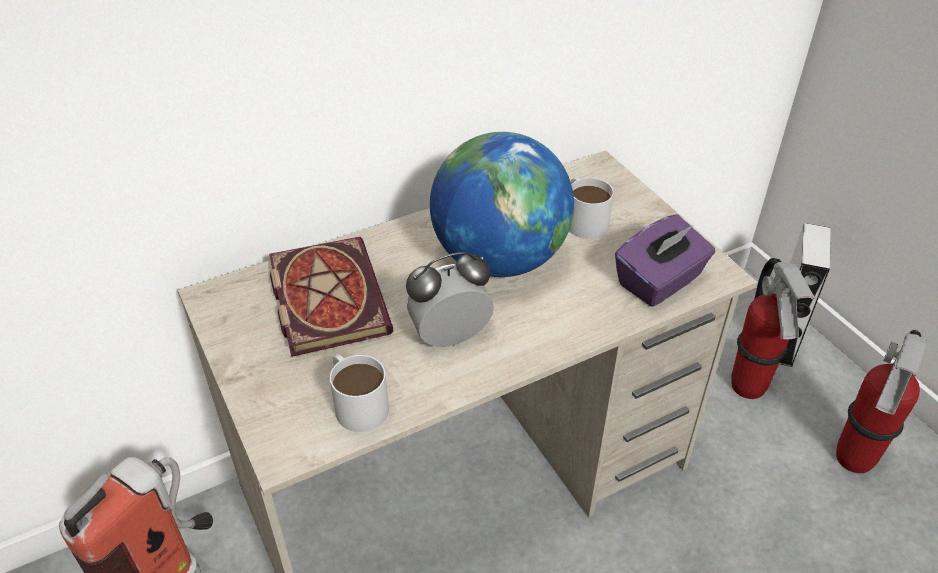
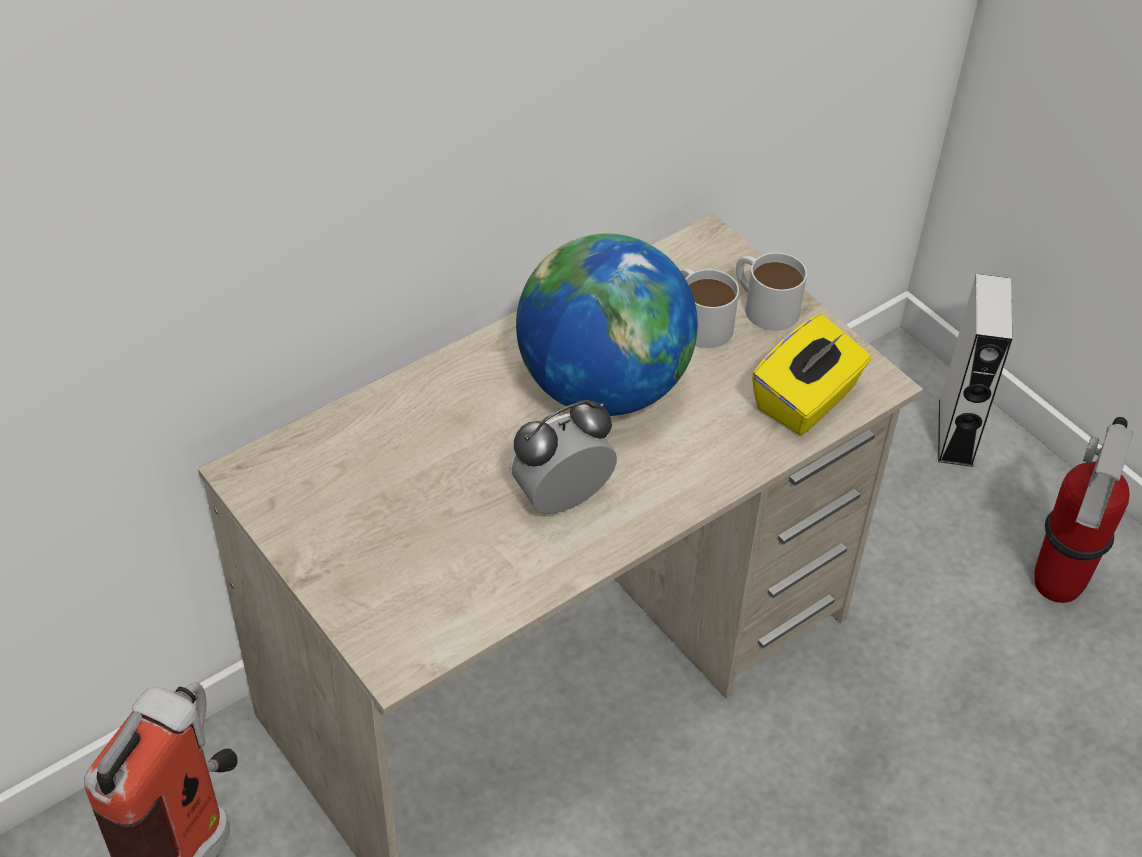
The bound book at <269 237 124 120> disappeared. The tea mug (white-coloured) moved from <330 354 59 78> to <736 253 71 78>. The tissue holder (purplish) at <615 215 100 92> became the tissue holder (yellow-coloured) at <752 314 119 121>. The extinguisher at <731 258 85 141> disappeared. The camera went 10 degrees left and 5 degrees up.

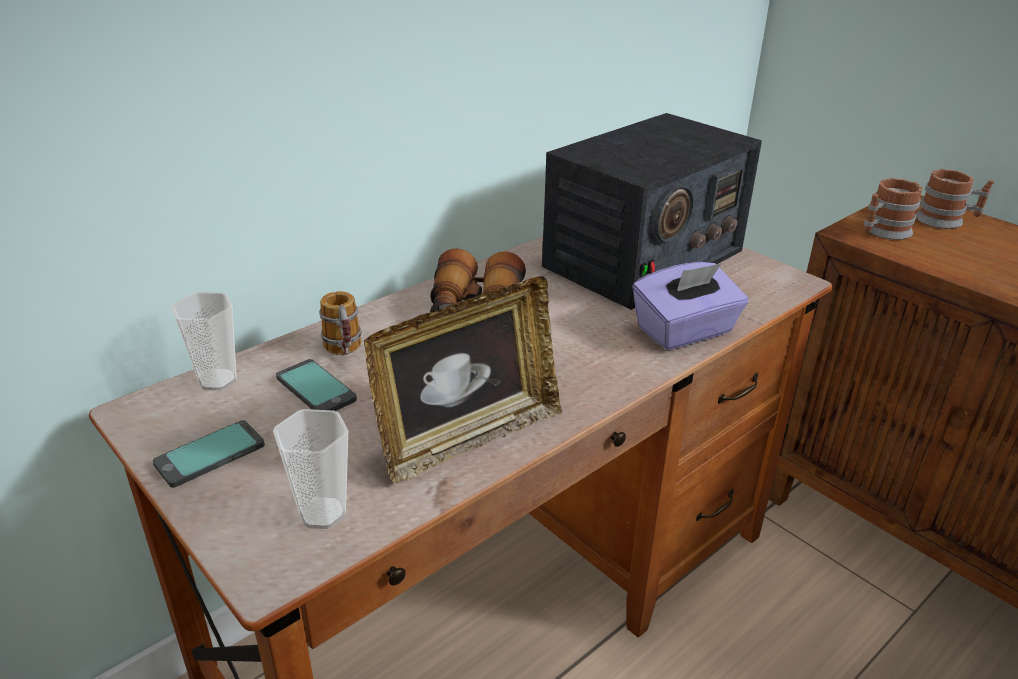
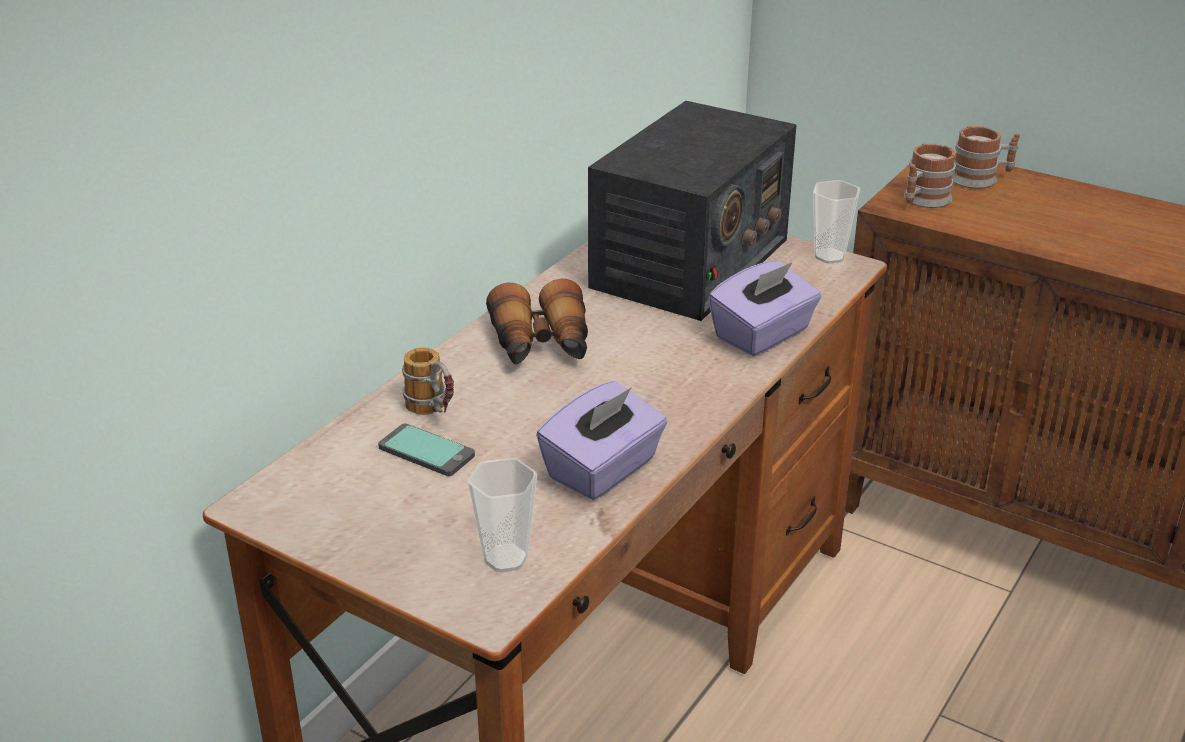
The telephone at <153 420 112 68> disappeared. The small cup moved from <171 292 66 98> to <813 180 47 83>. The picture frame at <364 276 198 207> was replaced by the tissue holder (purplish) at <536 381 131 119>. The camera went 15 degrees left and 0 degrees up.

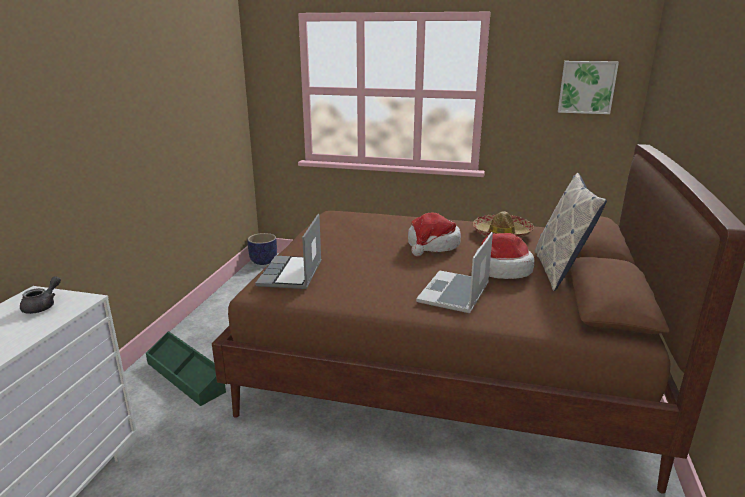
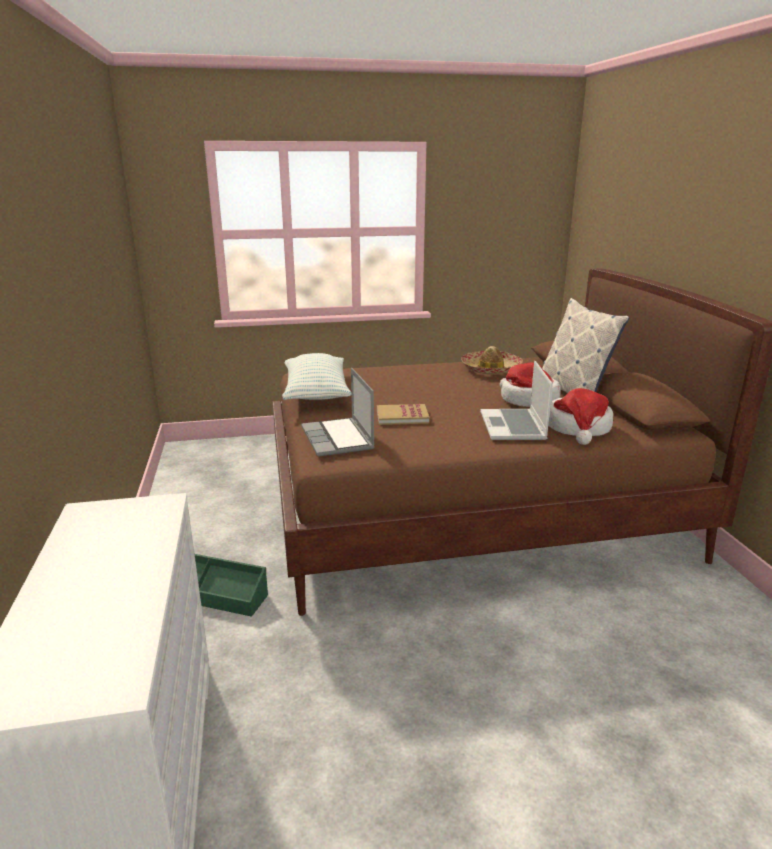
The pot for tea (greyish) at <20 276 41 38> disappeared. The plant pot at <247 233 30 32> disappeared. The clothing hat moved from <408 212 53 44> to <548 388 65 57>. The wall art at <558 61 61 53> disappeared. The cushion at <282 353 69 47> appeared. The bound book at <377 404 53 21> appeared. The camera went 25 degrees left and 0 degrees up.

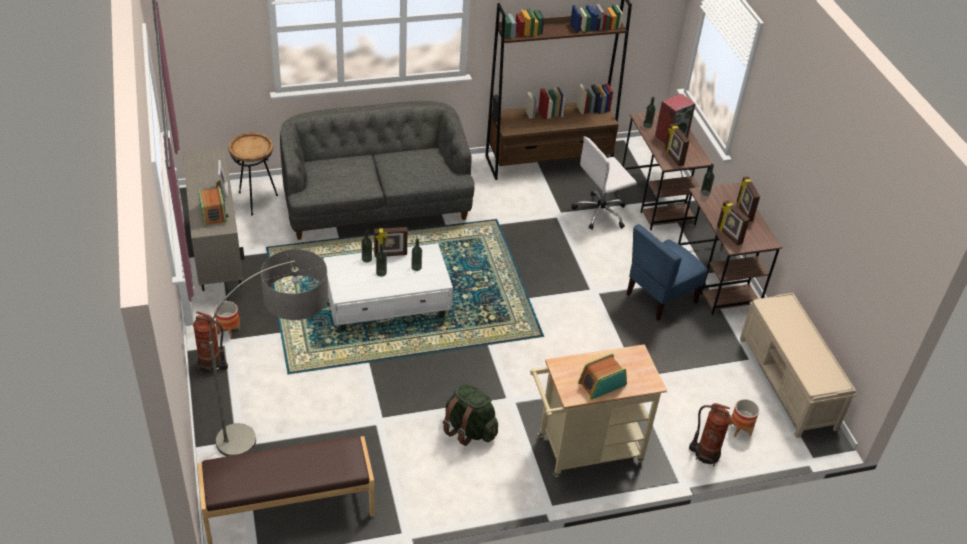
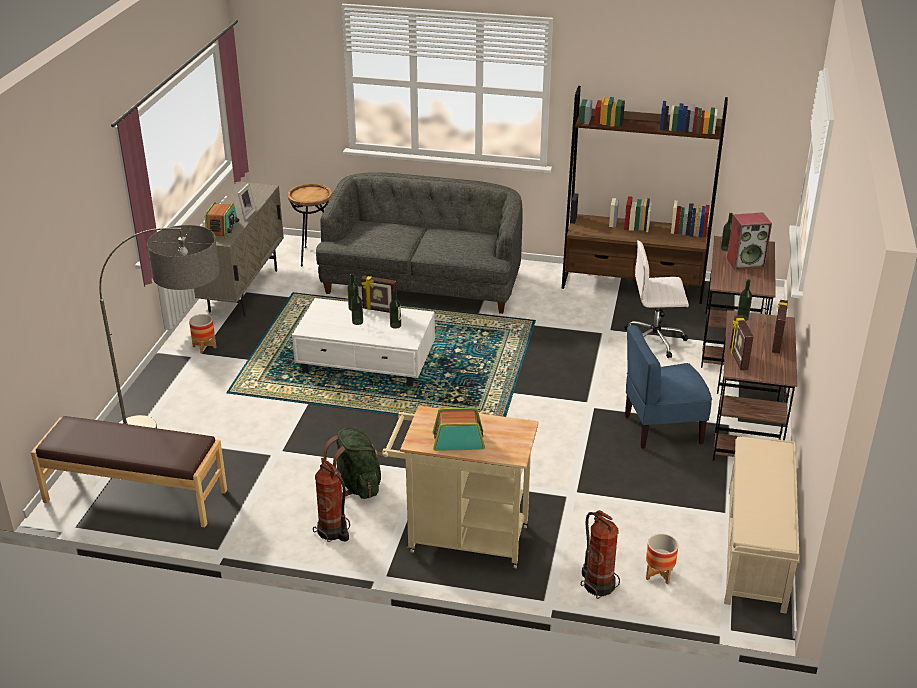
The extinguisher moved from <193 311 35 63> to <313 458 37 84>. The picture frame at <665 124 24 42> disappeared. The camera went 30 degrees right and 10 degrees down.

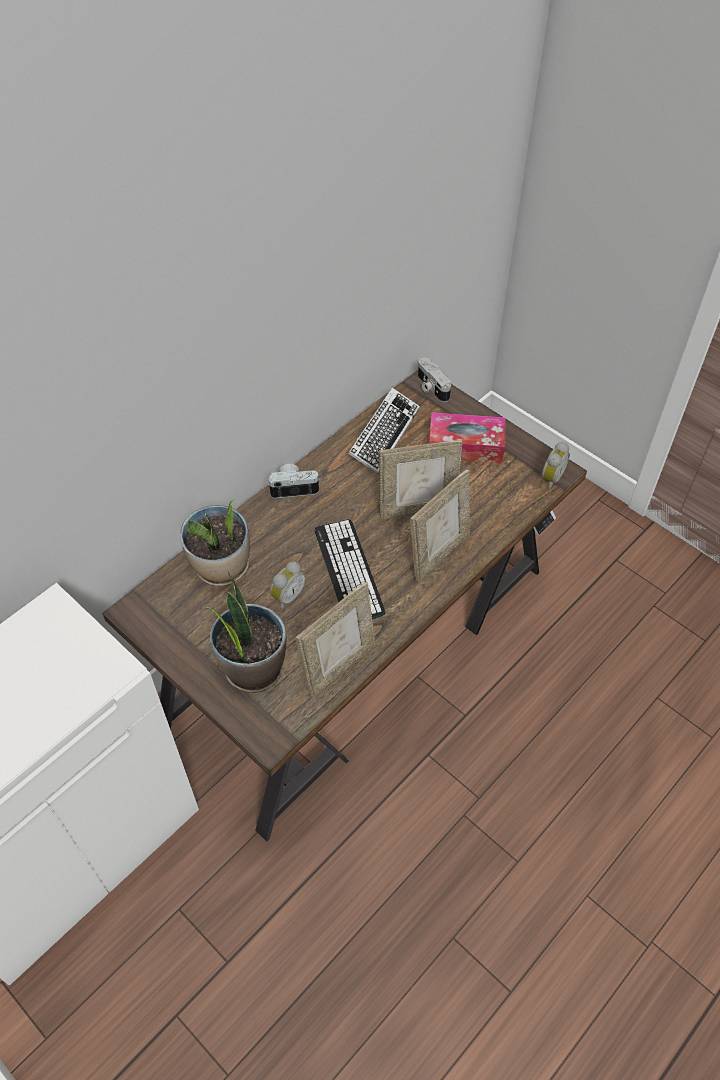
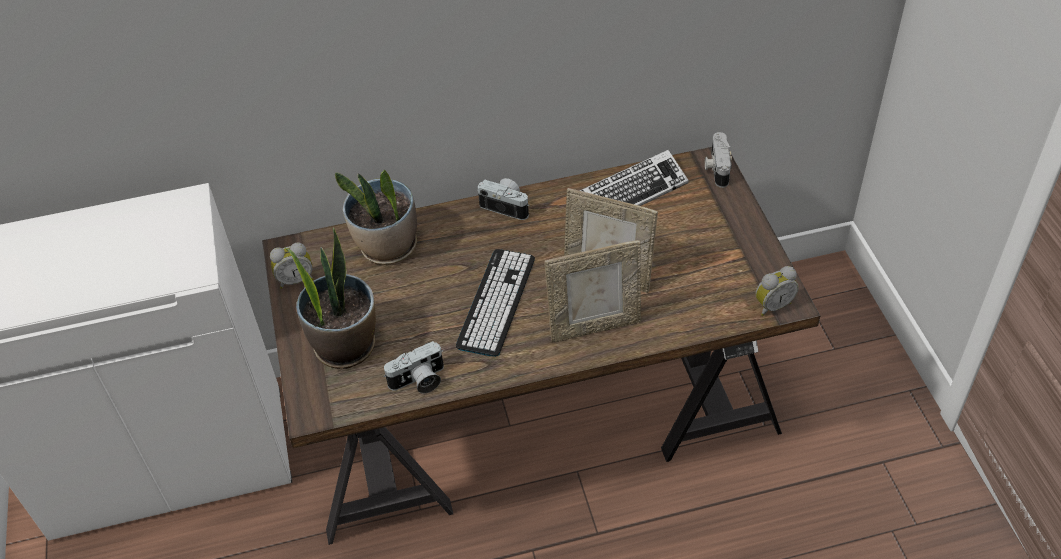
The alarm clock moved from <270 561 36 49> to <270 242 43 47>. The picture frame at <296 582 79 117> was replaced by the photo camera at <384 341 60 53>. The tissue holder at <429 412 76 52> disappeared. The camera went 35 degrees right and 5 degrees down.

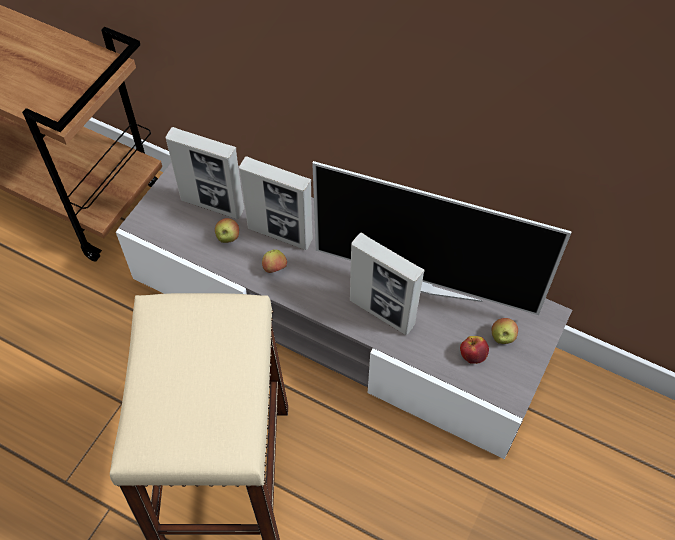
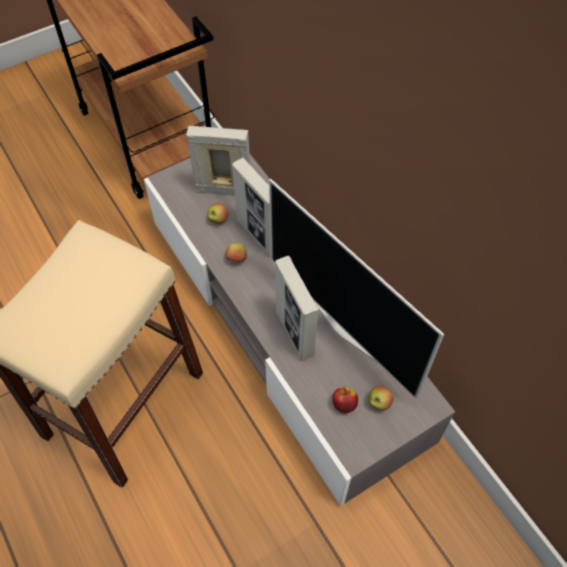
The picture frame at <166 127 78 92> turned 135 degrees clockwise. The camera went 30 degrees right and 0 degrees up.

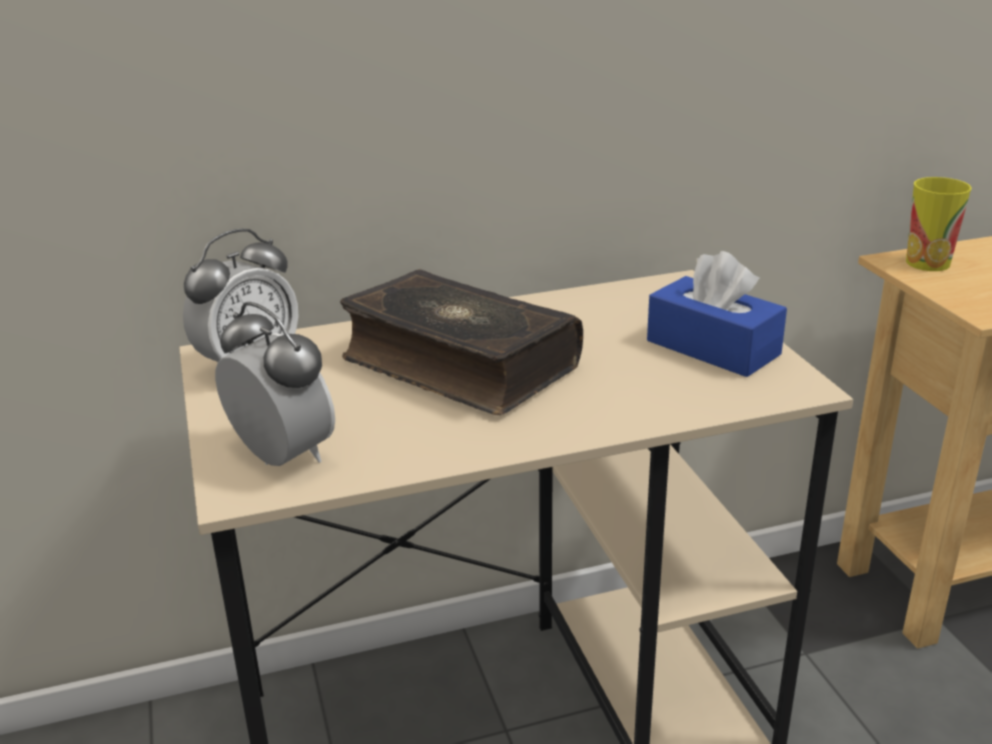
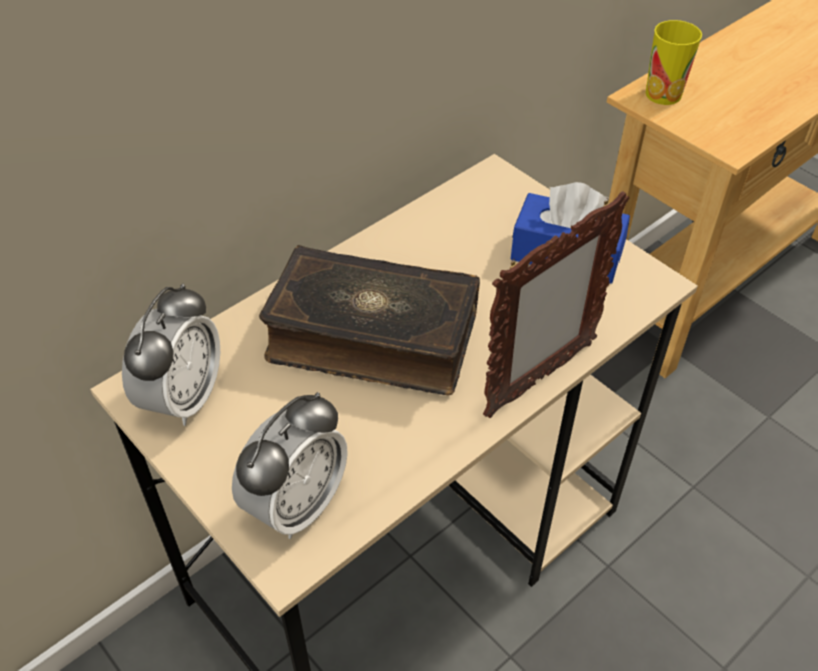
The alarm clock at <215 302 120 164> turned 105 degrees clockwise. The picture frame at <483 191 146 227> appeared. The camera went 25 degrees left and 20 degrees up.

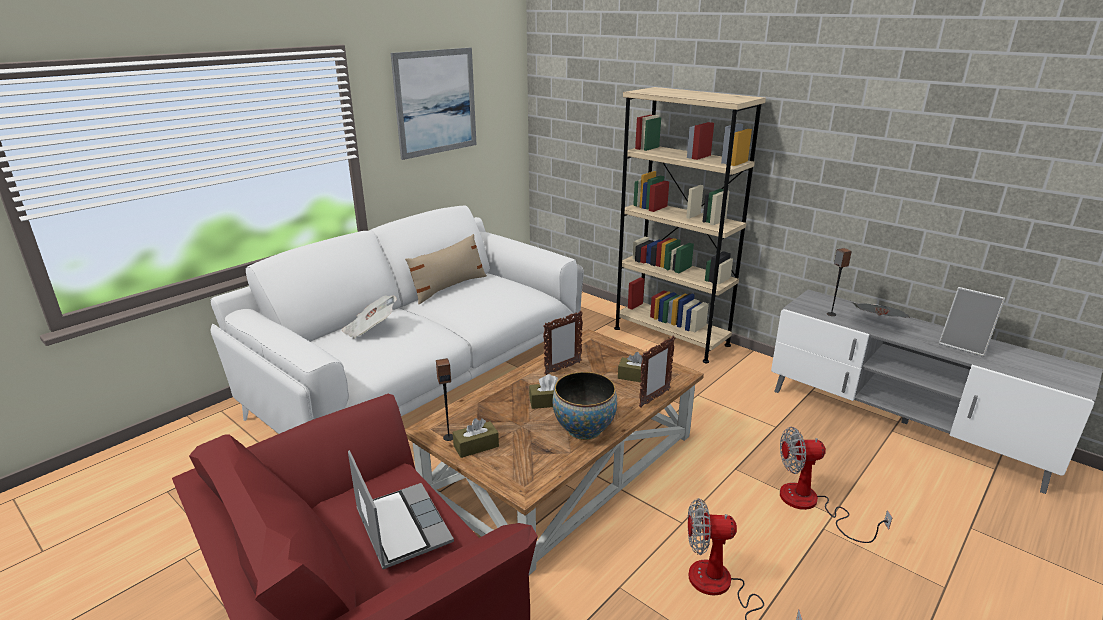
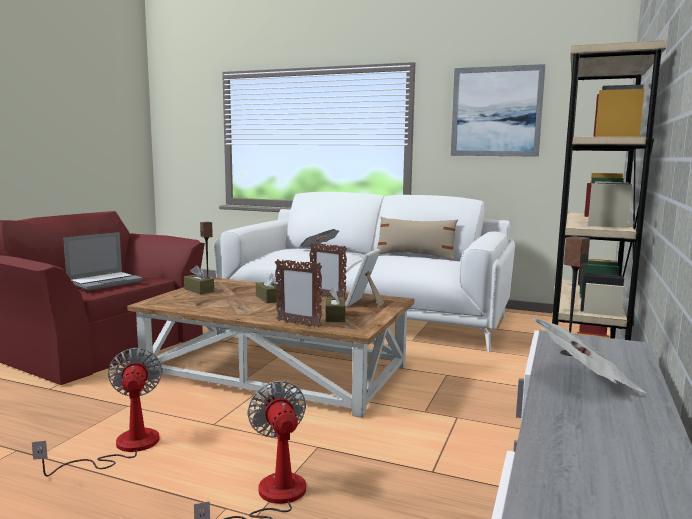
The bowl at <552 372 65 68> disappeared. The picture frame moved from <939 287 66 70> to <345 249 39 58>. The camera went 70 degrees right and 15 degrees down.

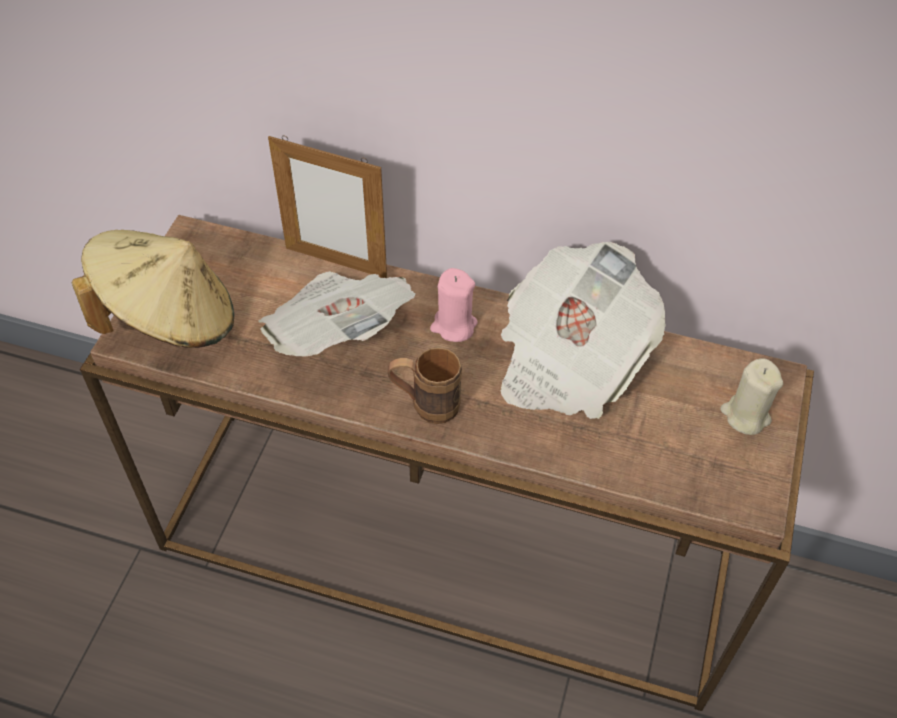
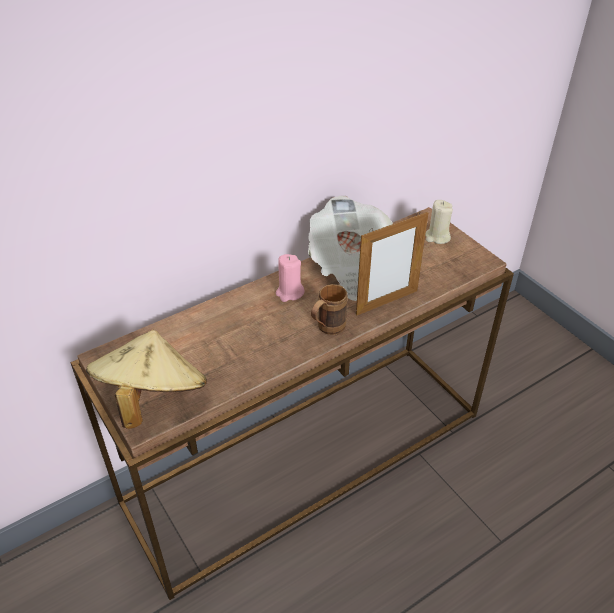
The daily paper at <258 271 158 86> disappeared. The picture frame moved from <268 136 119 142> to <356 212 73 104>. The camera went 50 degrees left and 10 degrees down.

